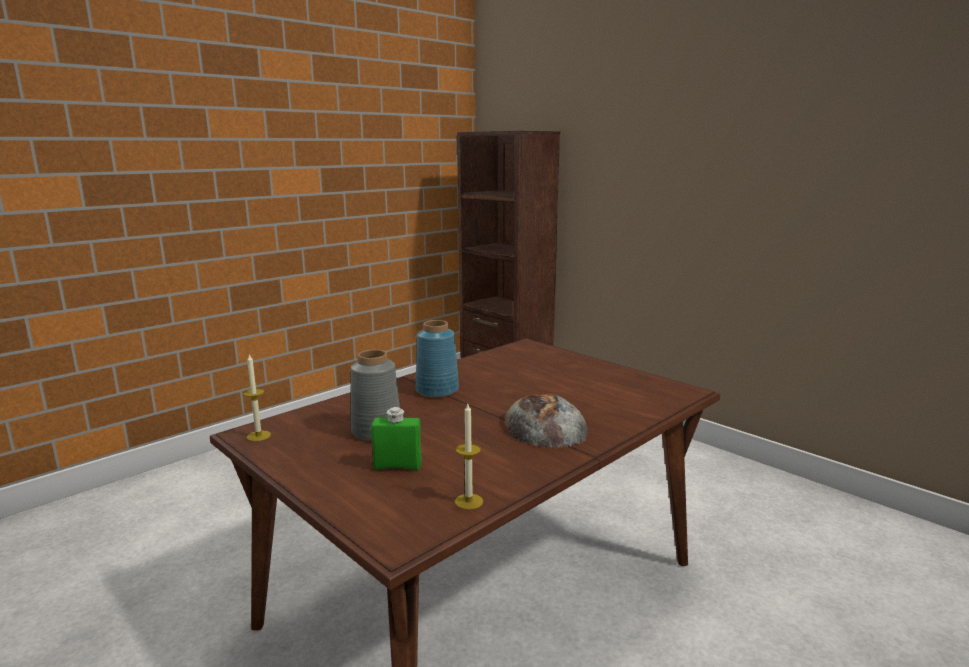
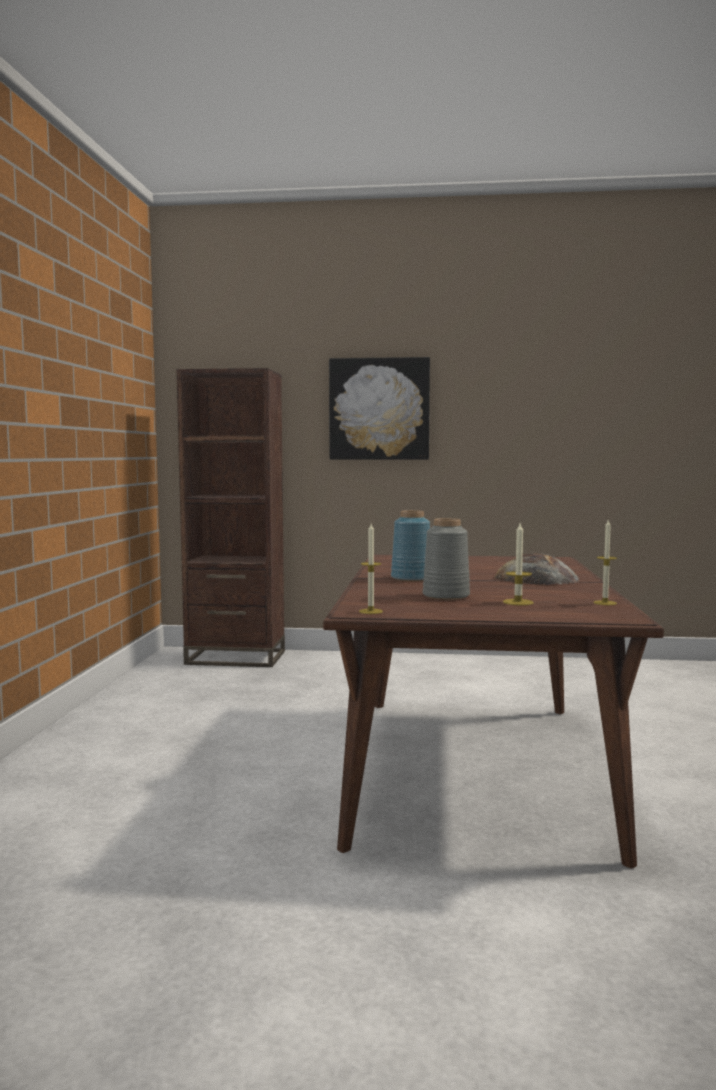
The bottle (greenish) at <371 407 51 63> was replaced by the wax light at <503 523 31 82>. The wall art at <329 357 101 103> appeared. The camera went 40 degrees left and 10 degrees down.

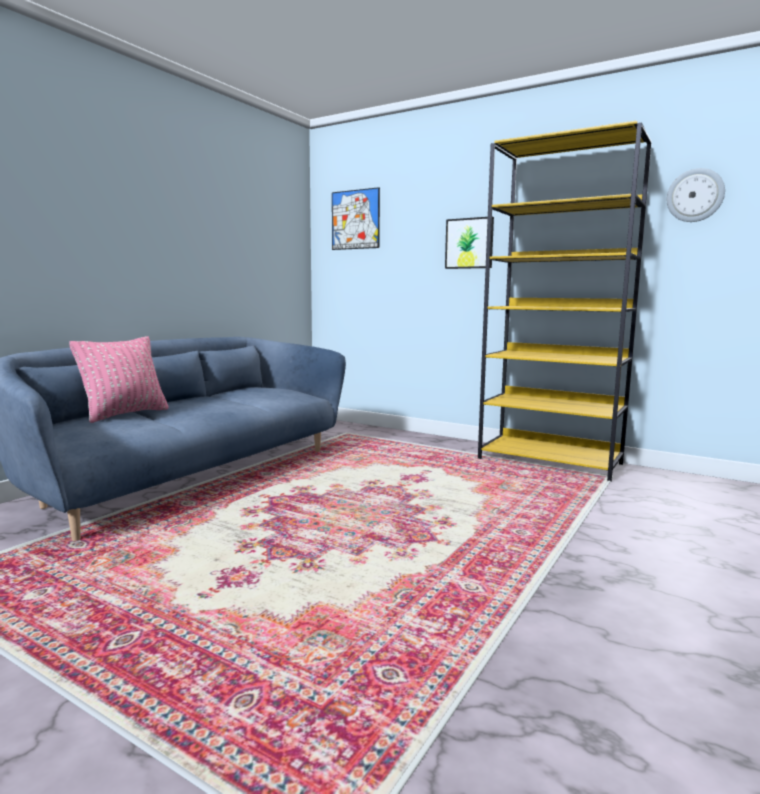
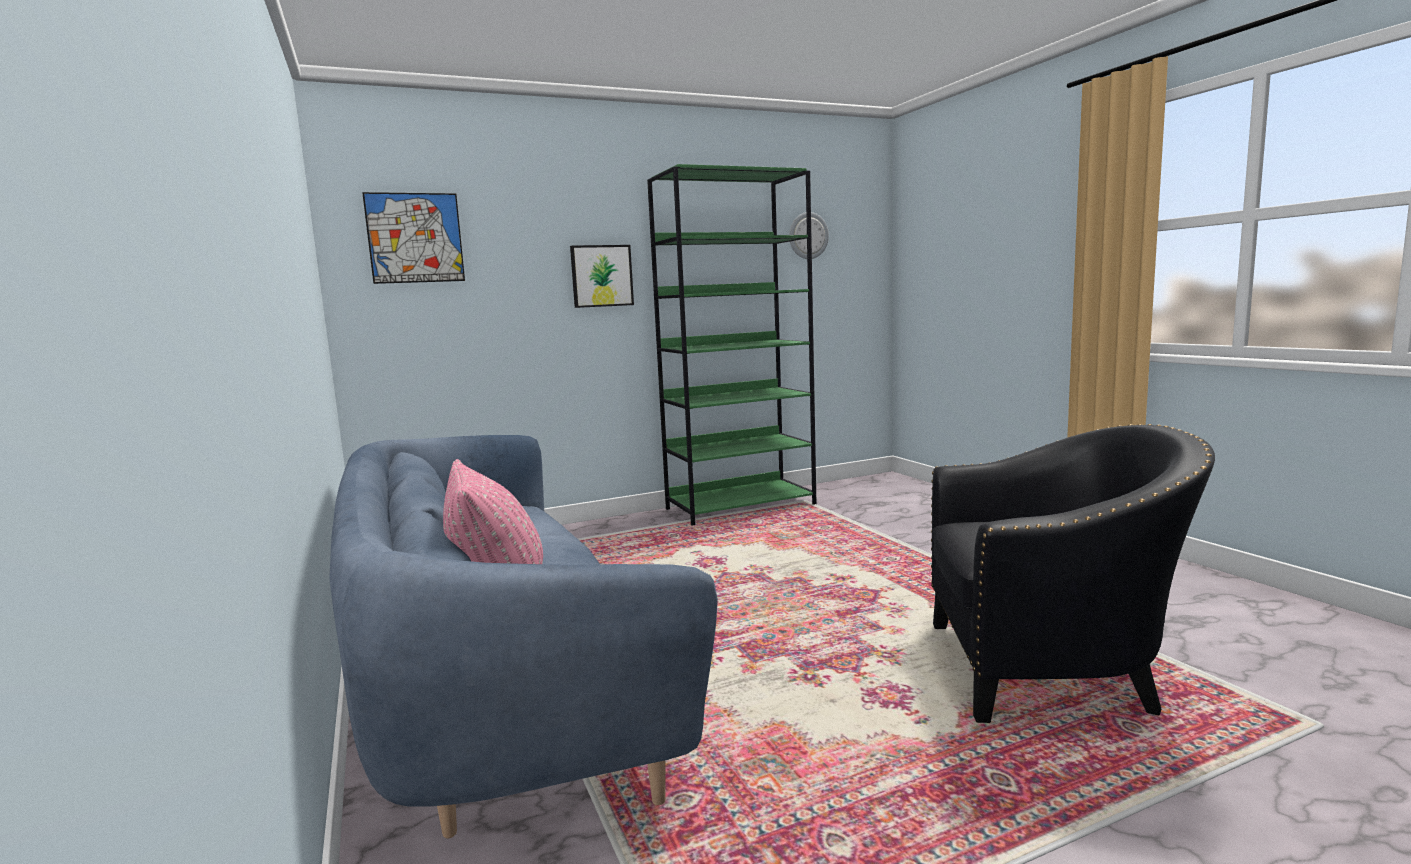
The bookshelf (yellow-coloured) at <478 121 174 360> became the bookshelf (greenish) at <647 164 170 362>. The easy chair (blackish) at <931 424 284 299> appeared. The camera went 55 degrees left and 0 degrees up.

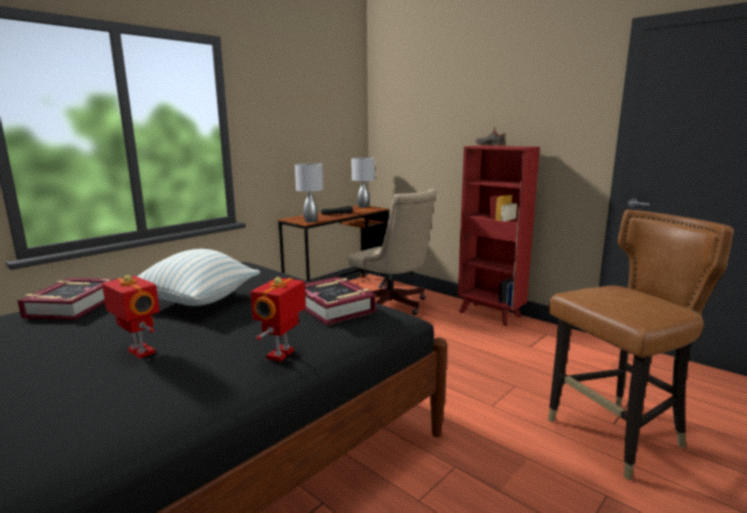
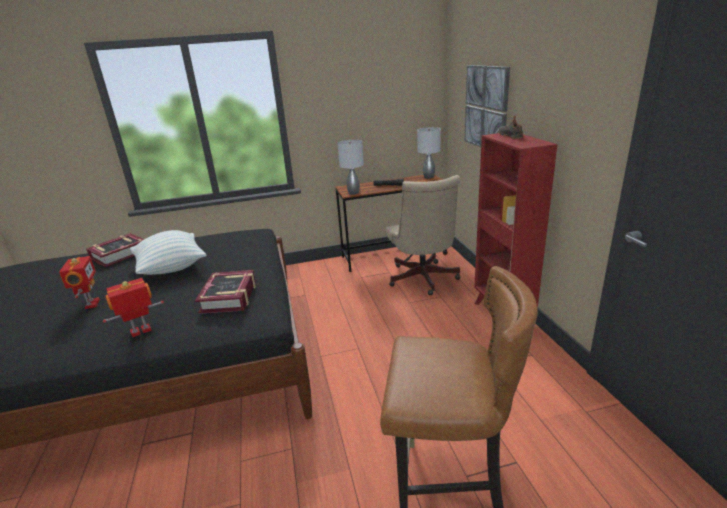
The wall art at <465 65 45 82> appeared. The camera went 35 degrees right and 10 degrees up.

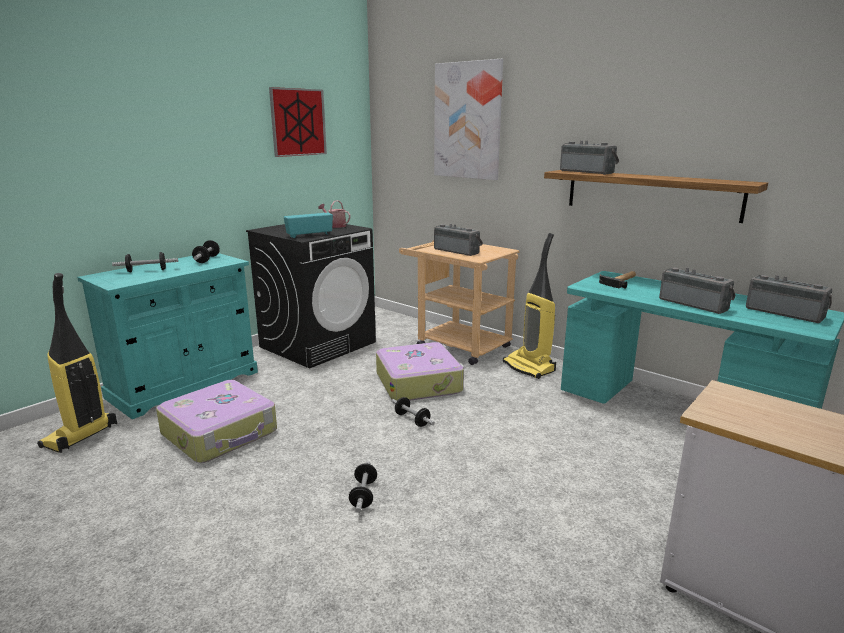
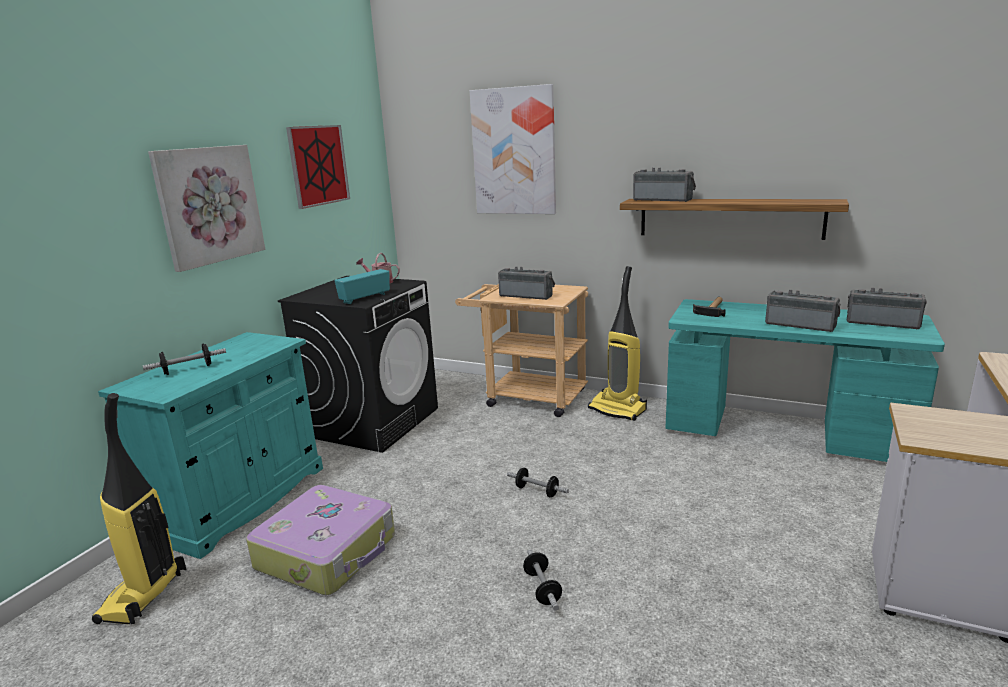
The dumbbell at <192 240 28 23> disappeared. The piece of luggage at <376 342 88 59> disappeared. The wall art at <148 145 117 127> appeared. The camera went 15 degrees left and 0 degrees up.

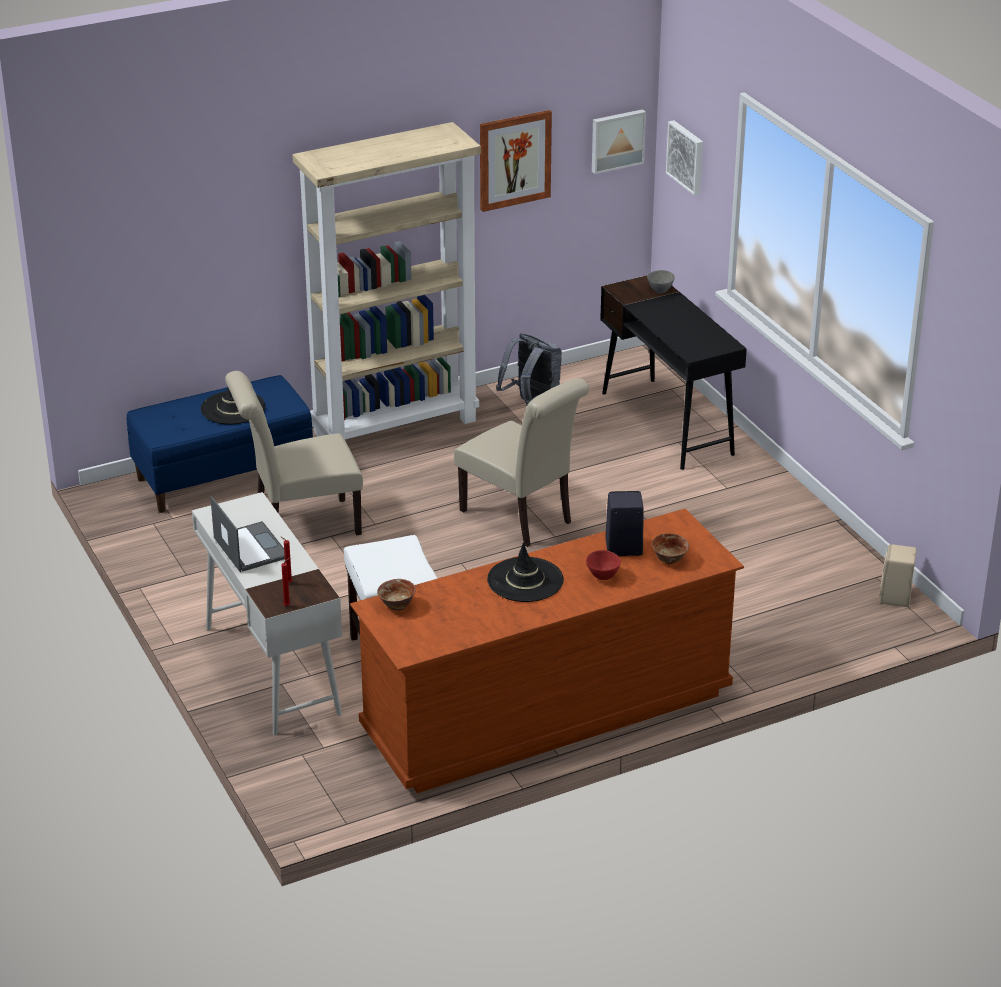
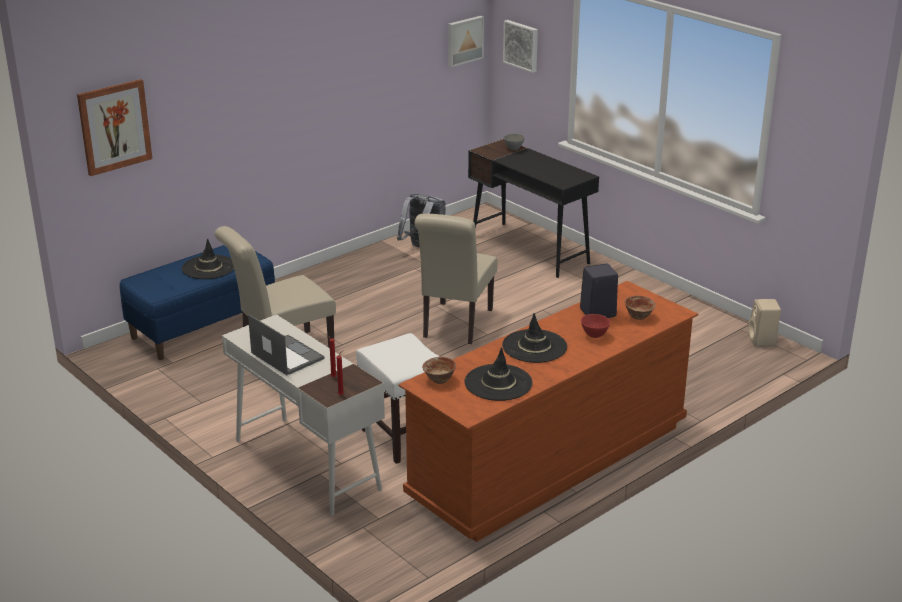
The bookshelf (sand-coloured) at <292 122 189 317> disappeared. The chair (sand-coloured) at <454 378 136 169> turned 75 degrees clockwise. The wall art moved from <480 110 72 102> to <77 79 75 97>. The clothing hat (blackish) at <464 347 69 54> appeared. The camera went 15 degrees left and 5 degrees down.

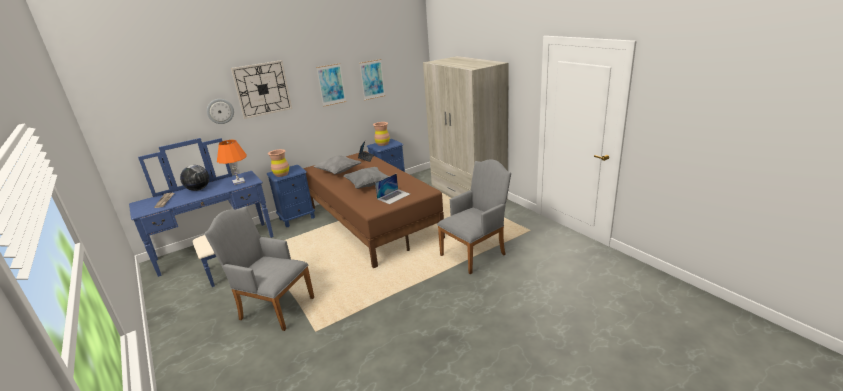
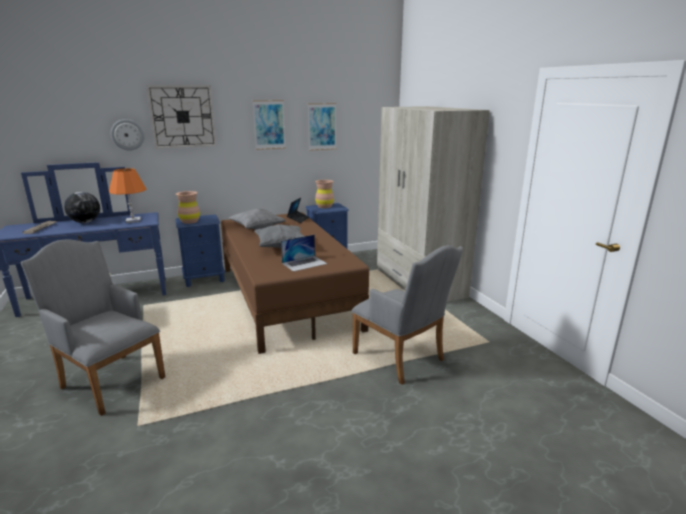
The easy chair (greyish) at <437 160 74 114> turned 75 degrees clockwise. The camera went 10 degrees right and 5 degrees down.

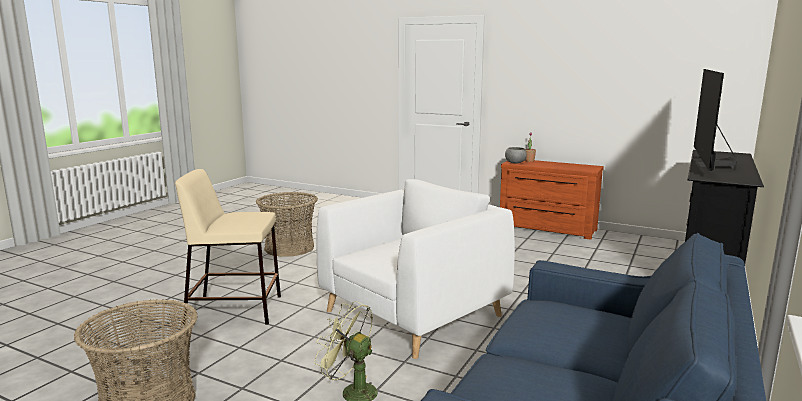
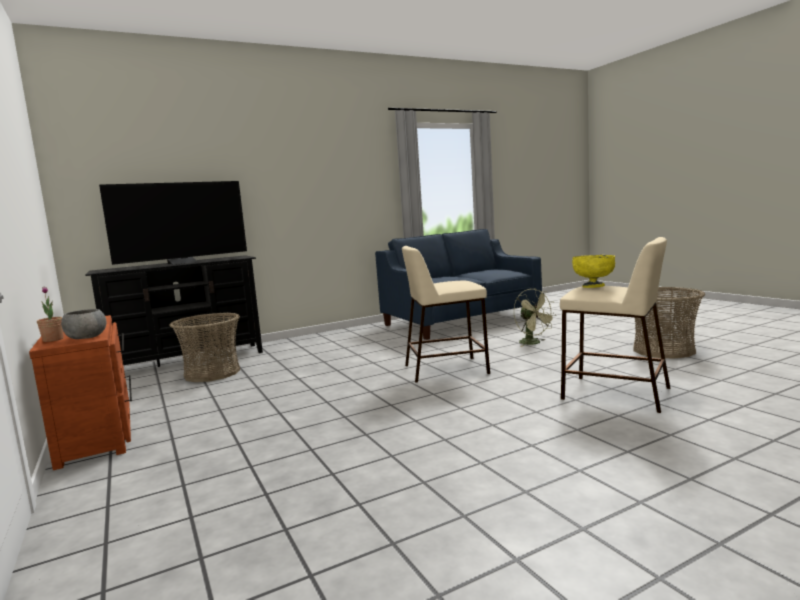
The basket moved from <256 192 62 65> to <170 313 70 69>. The easy chair (white-coloured) at <317 179 198 180> was replaced by the stool seat (sand-coloured) at <402 246 88 137>. The bowl (yellow-coloured) at <572 255 43 33> appeared. The camera went 145 degrees left and 5 degrees down.

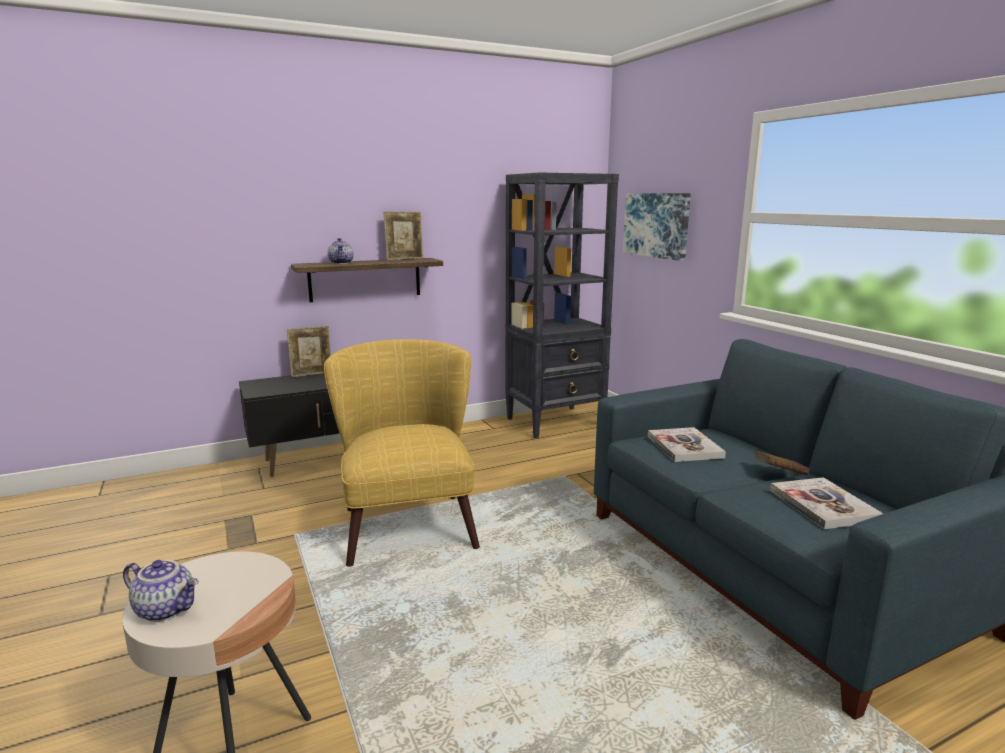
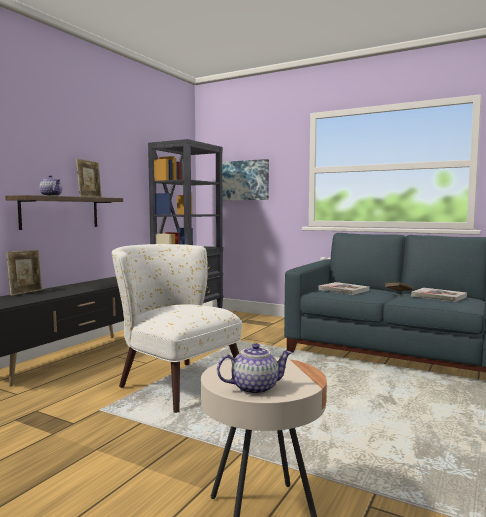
The easy chair (yellow-coloured) at <324 339 156 228> became the easy chair (white-coloured) at <112 244 130 169>. The camera went 35 degrees left and 10 degrees down.

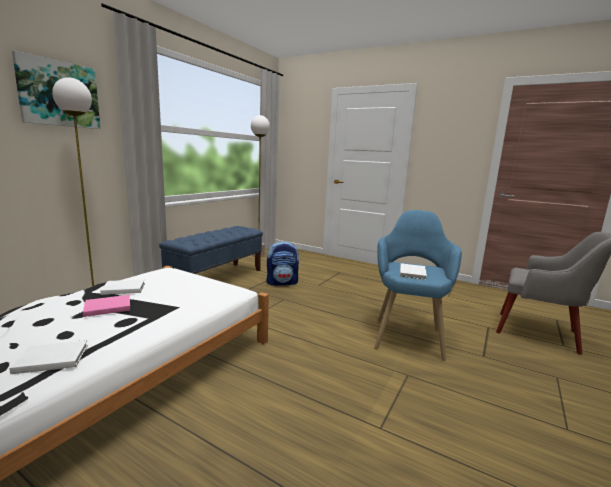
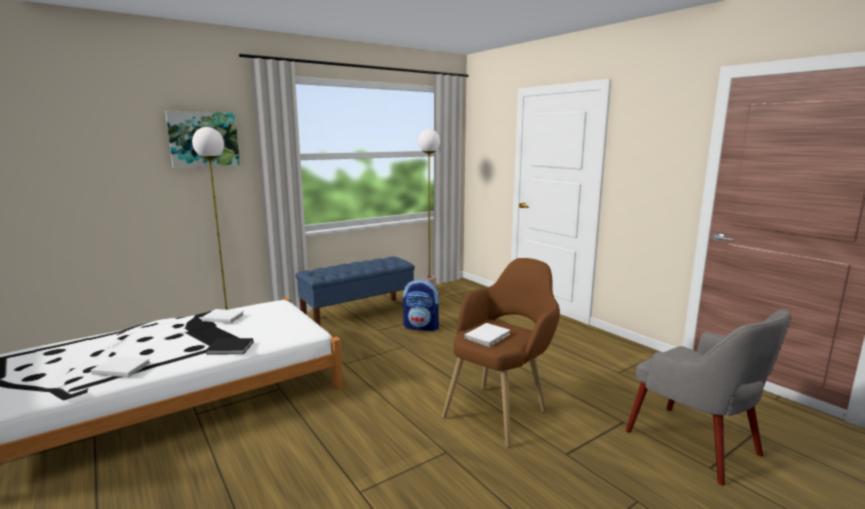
The bound book (pink-coloured) at <83 295 47 22> disappeared. The easy chair (blue) at <374 210 88 151> became the easy chair (brownish) at <442 258 118 190>. The bound book (blackish) at <206 338 47 17> appeared. The camera went 25 degrees right and 0 degrees up.

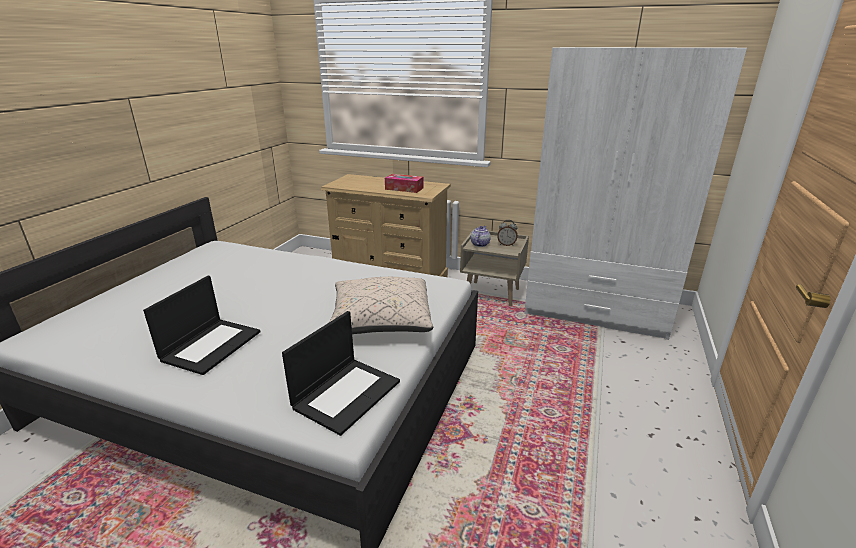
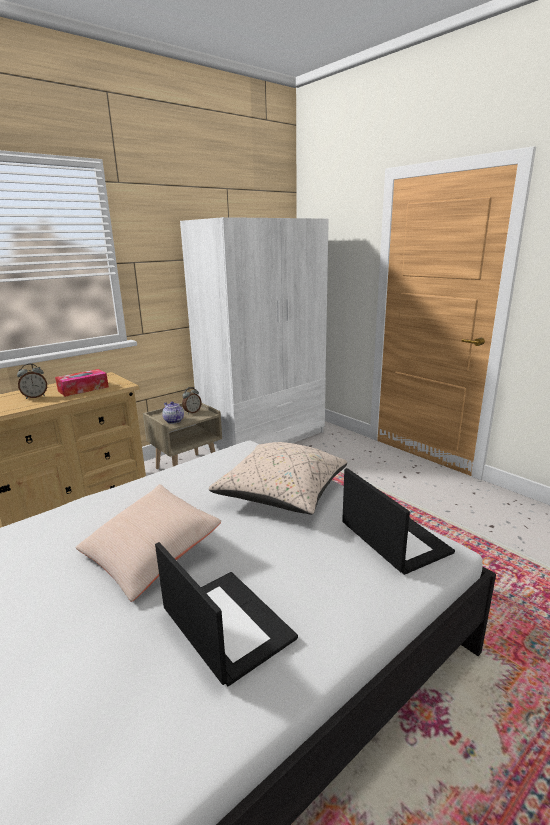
The alarm clock at <17 364 30 35> appeared. The cushion (sand-coloured) at <76 484 145 118> appeared. The camera went 60 degrees left and 5 degrees down.

